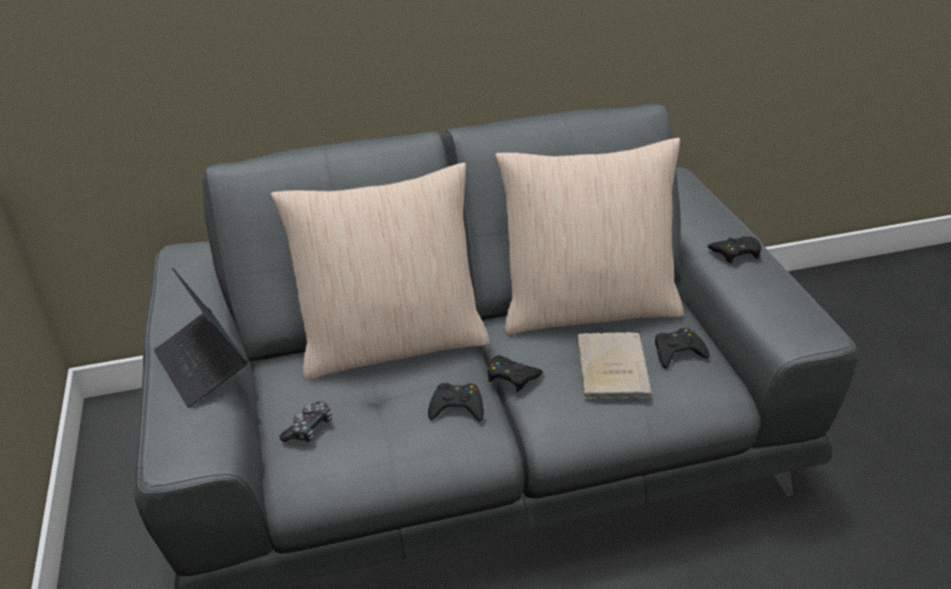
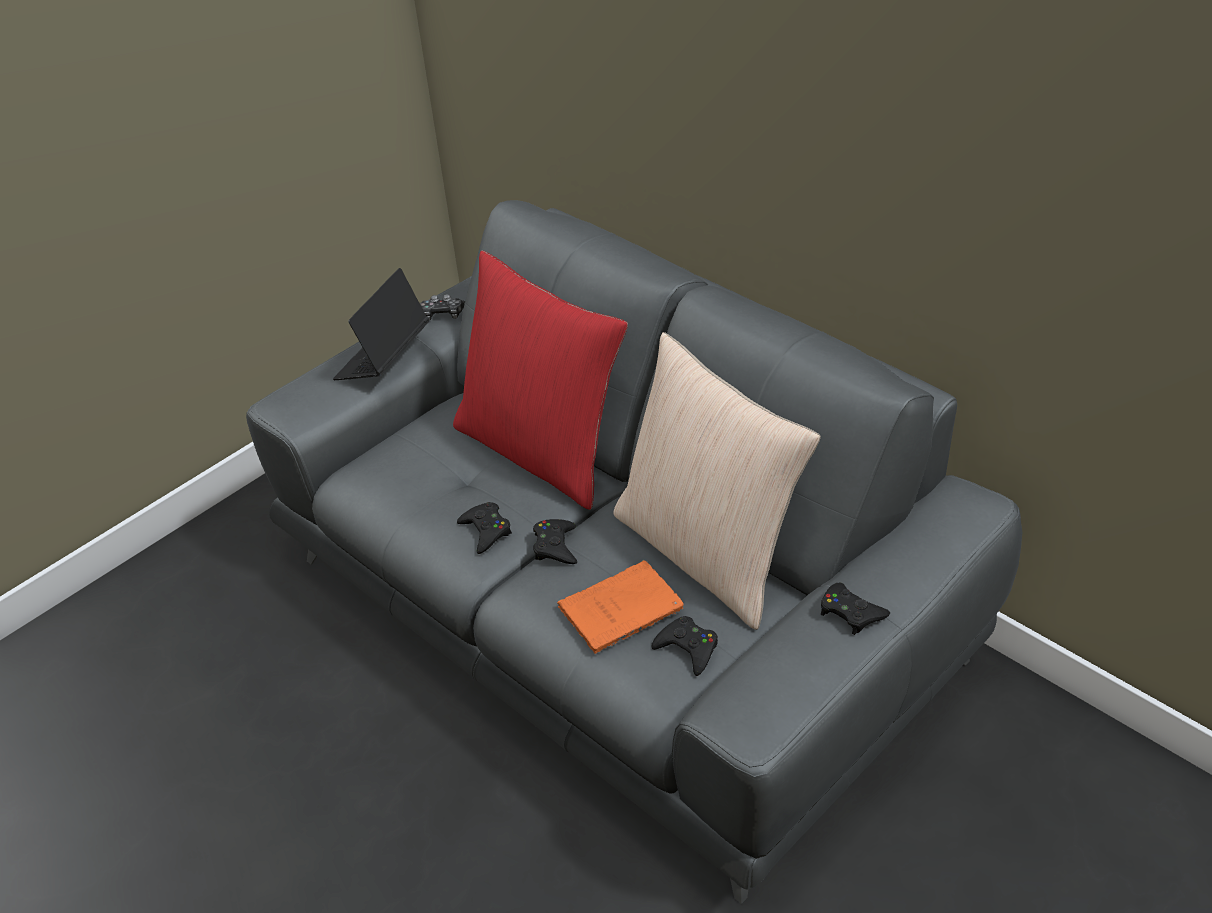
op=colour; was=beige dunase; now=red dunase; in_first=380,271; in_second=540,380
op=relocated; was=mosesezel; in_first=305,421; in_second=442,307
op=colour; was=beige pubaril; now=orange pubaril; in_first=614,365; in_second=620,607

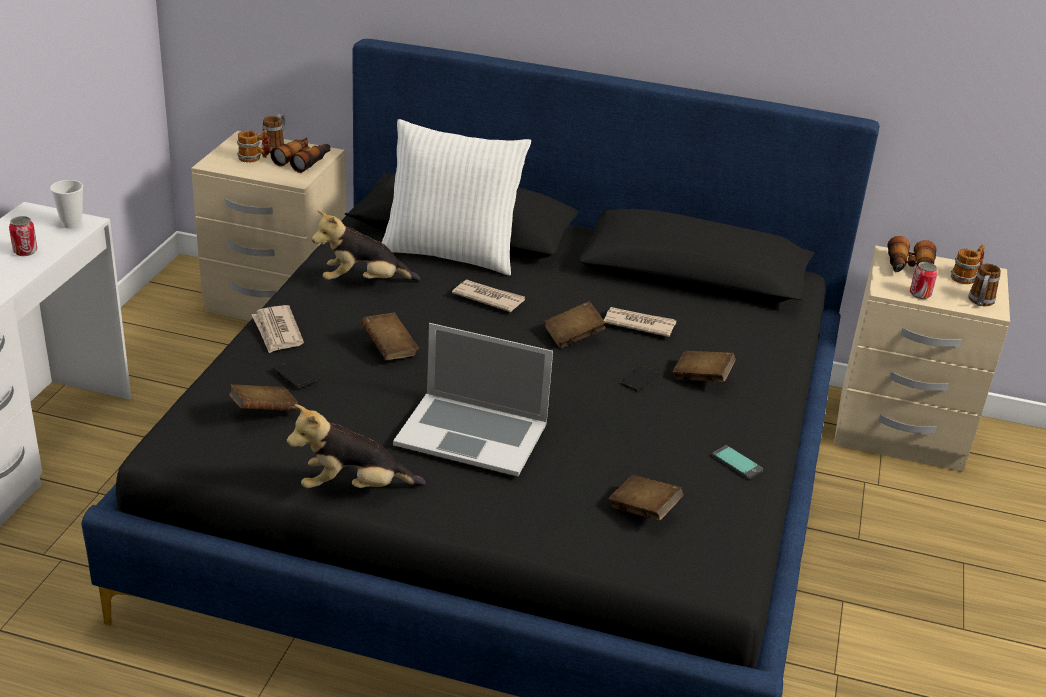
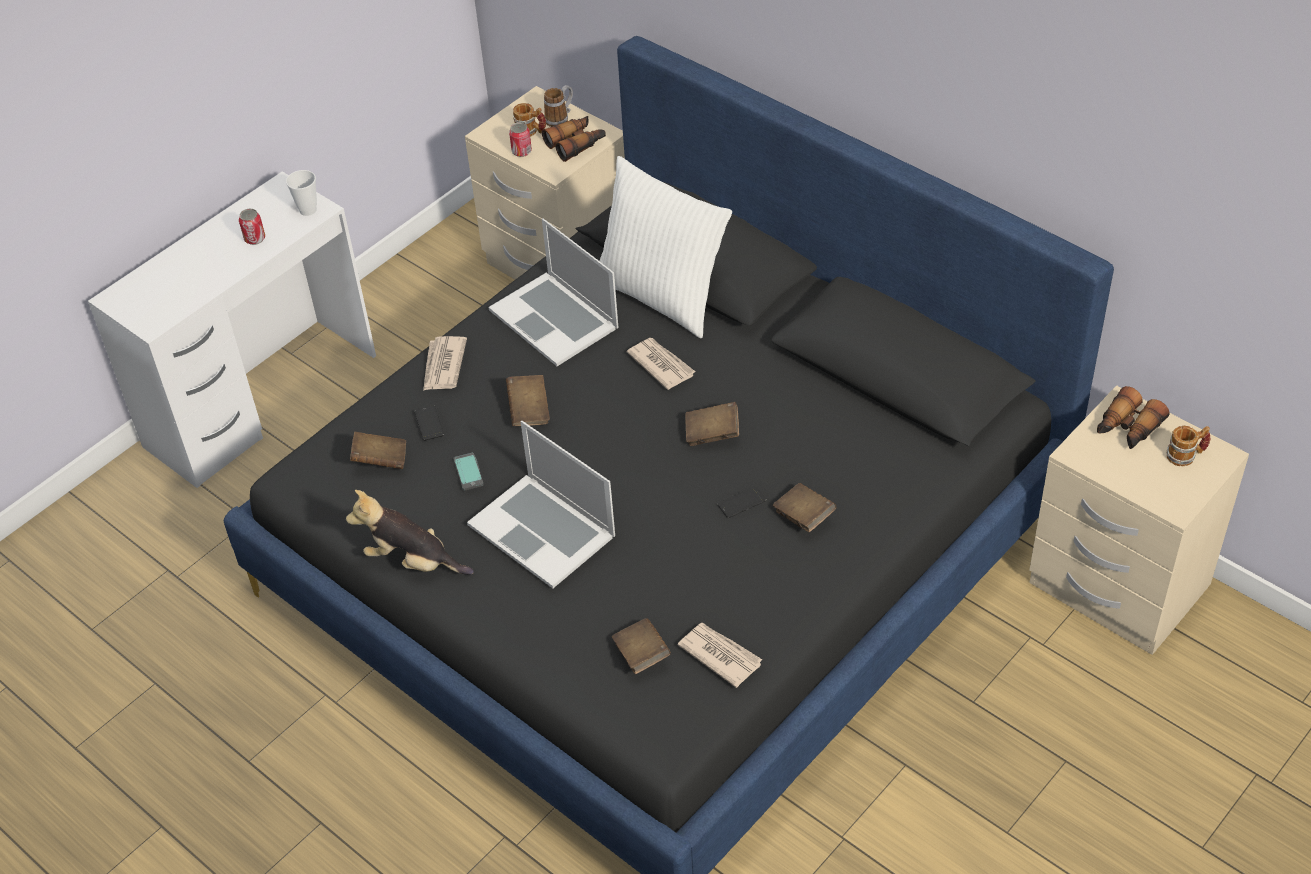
op=exchanged; was=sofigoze; now=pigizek; in_first=366,245; in_second=553,292
op=relocated; was=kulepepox; in_first=640,322; in_second=720,655
op=relocated; was=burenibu; in_first=737,462; in_second=468,472
op=relocated; was=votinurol; in_first=923,280; in_second=520,139
op=missing; was=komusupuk; in_first=984,284

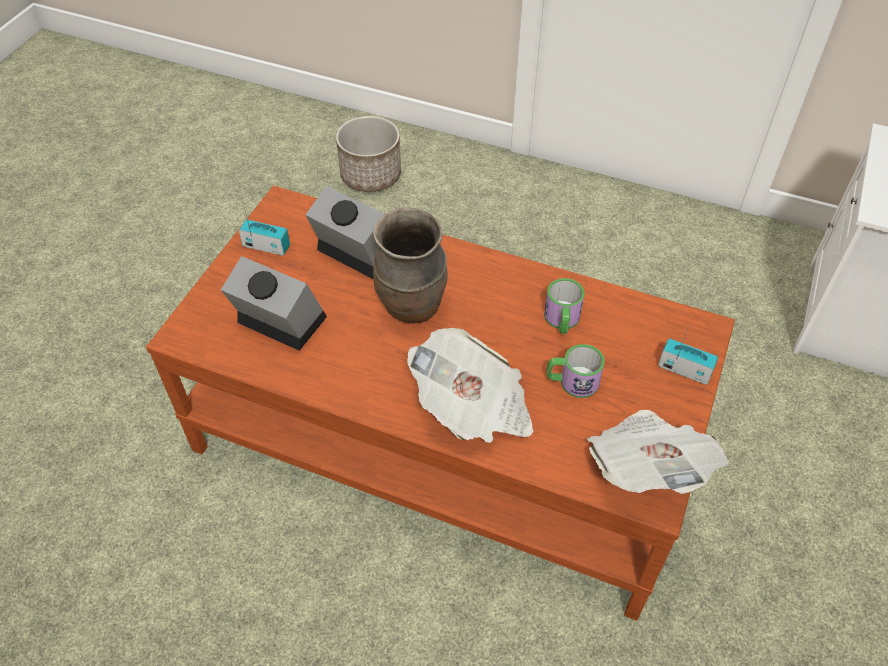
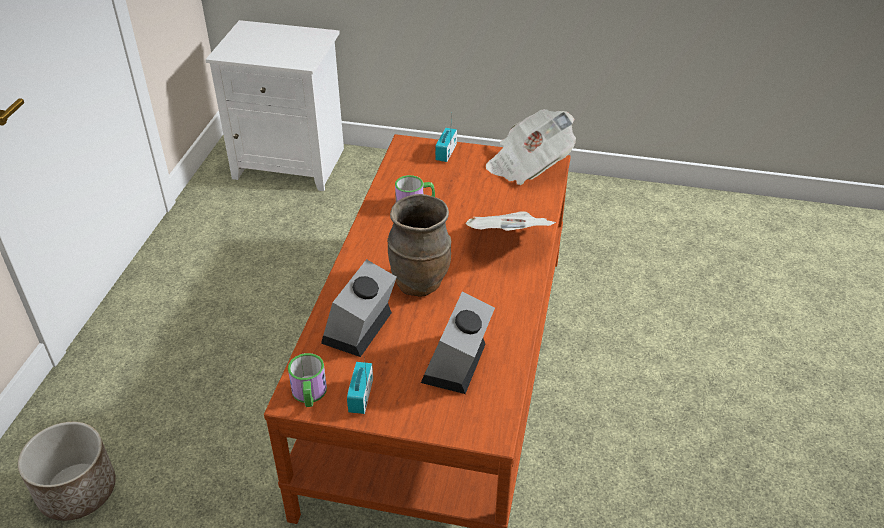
op=relocated; was=komusupuk; in_first=576,371; in_second=307,380

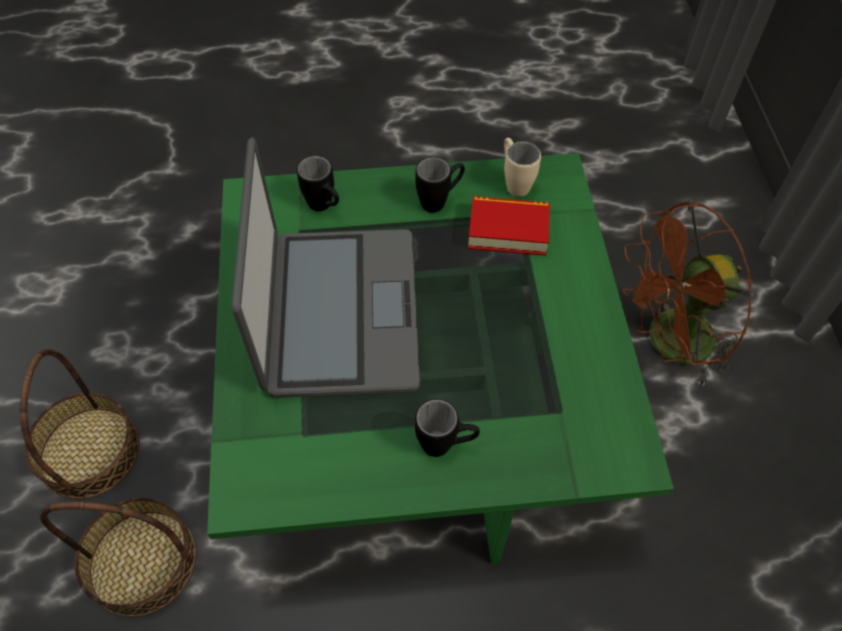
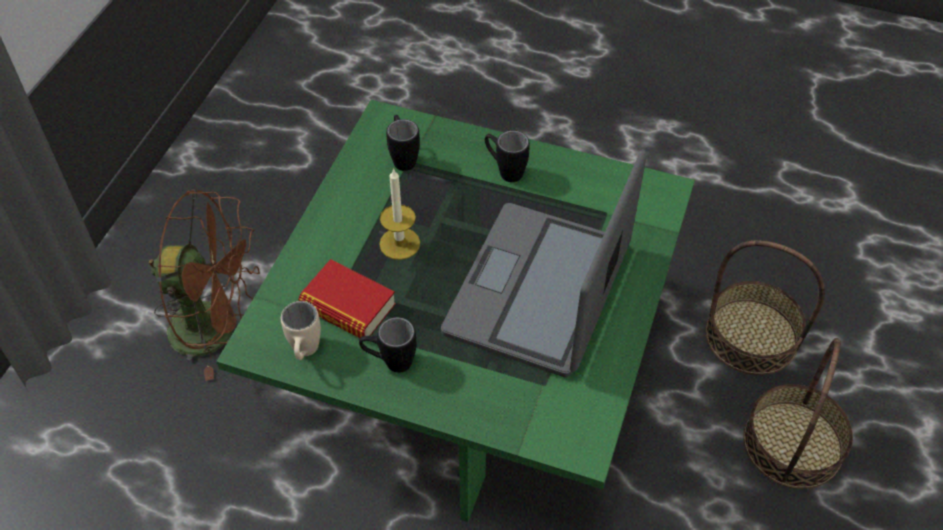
op=relocated; was=black komusupuk; in_first=318,183; in_second=403,143
op=appeared; now=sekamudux; in_second=399,214

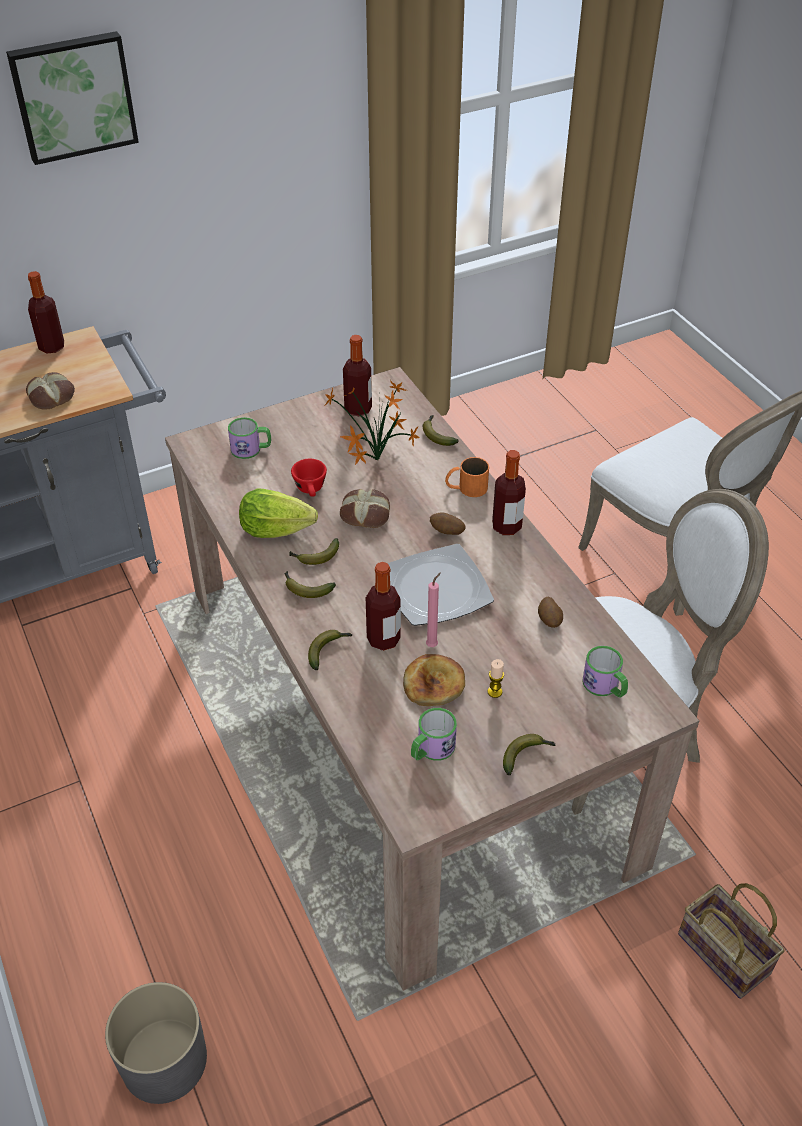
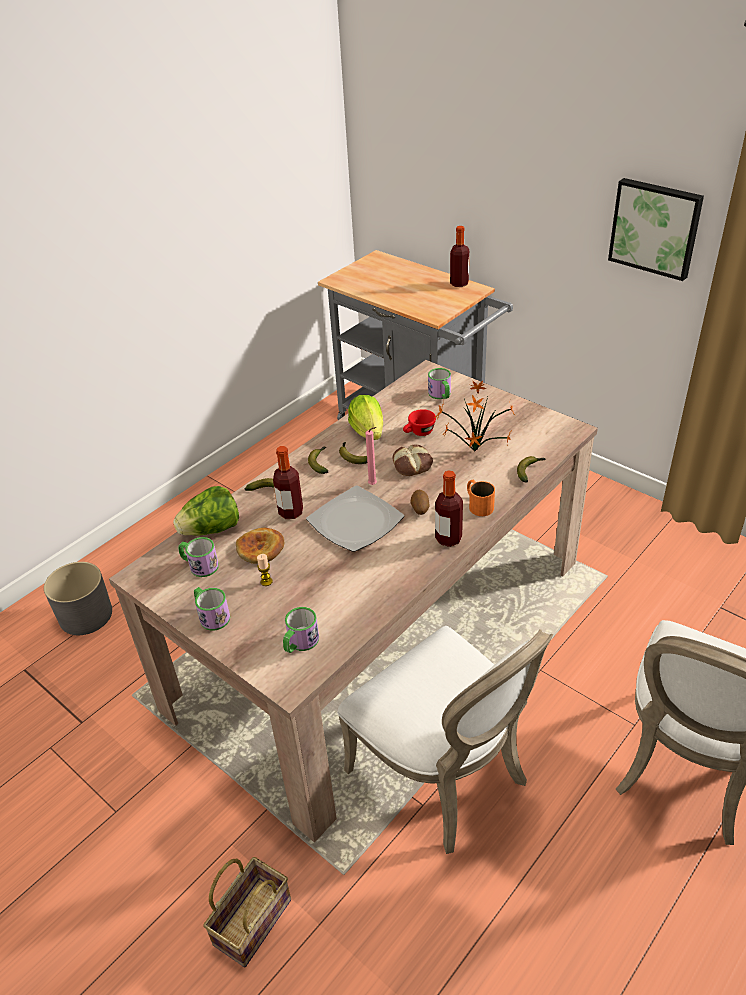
op=relocated; was=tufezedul; in_first=72,98; in_second=656,229
op=missing; was=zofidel; in_first=50,390
op=missing; was=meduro; in_first=357,375
op=relocated; was=pink sekamudux; in_first=433,609; in_second=371,456
op=exchanged; was=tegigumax; now=komusupuk; in_first=529,754; in_second=212,609
op=missing; was=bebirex; in_first=550,612
op=appeared; now=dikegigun; in_second=206,511

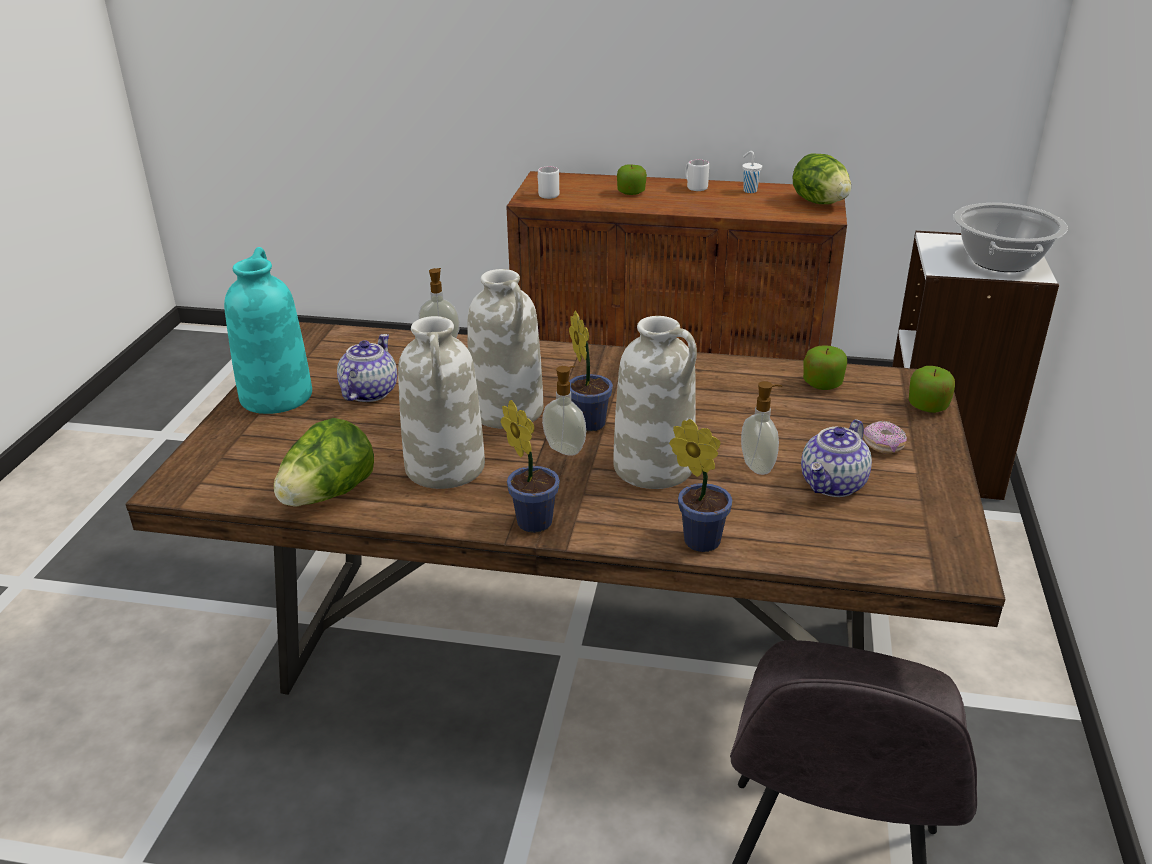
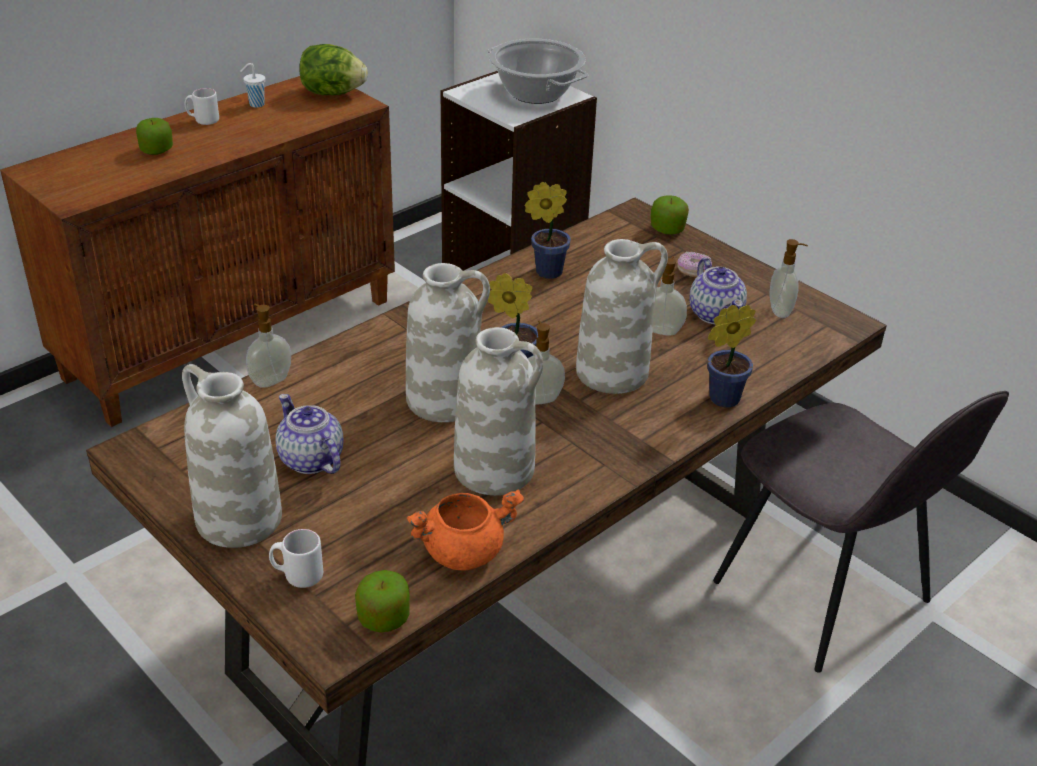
op=colour; was=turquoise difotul; now=white difotul; in_first=268,330; in_second=232,456
op=exchanged; was=dikegigun; now=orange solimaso; in_first=324,462; in_second=465,530
op=relocated; was=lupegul; in_first=530,466; in_second=548,230
op=relocated; was=white komusupuk; in_first=548,182; in_second=296,558
op=relocated; was=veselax; in_first=825,367; in_second=382,601
op=appeared; now=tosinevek; in_second=789,278

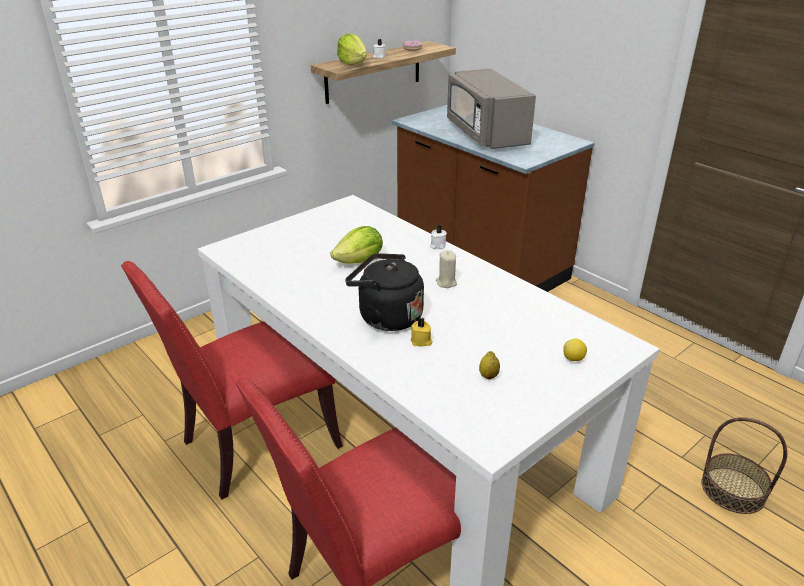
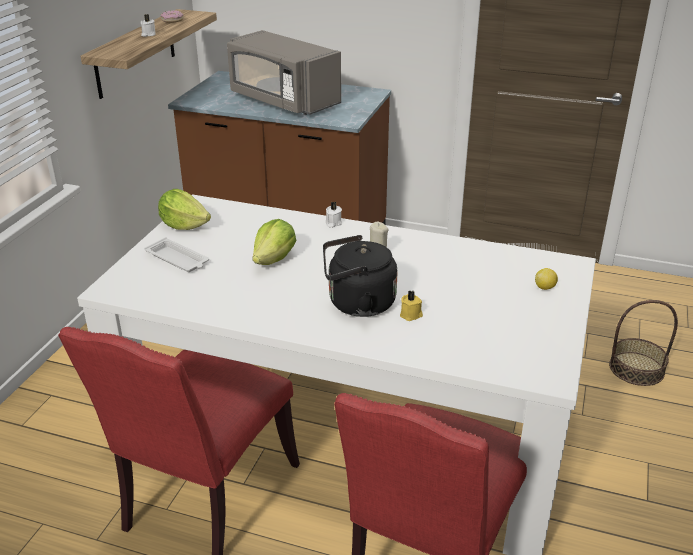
op=relocated; was=dikegigun; in_first=352,49; in_second=184,209
op=missing; was=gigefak; in_first=489,365
op=appeared; now=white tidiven; in_second=176,254

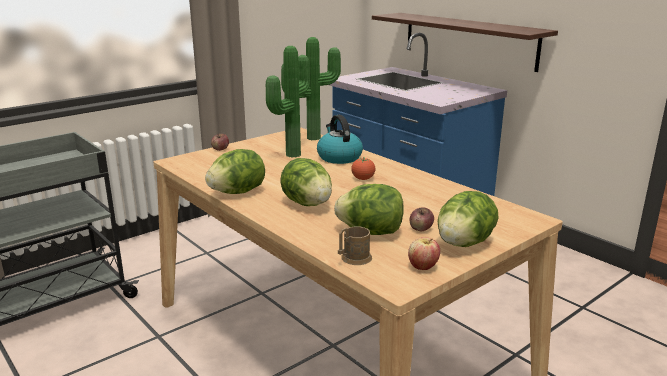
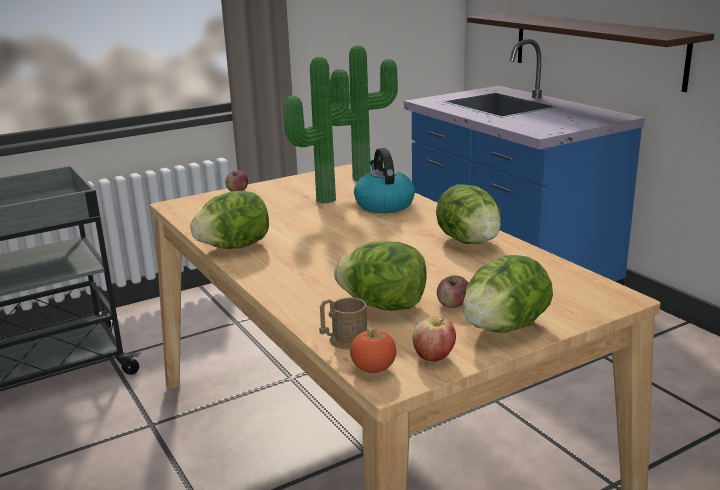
op=relocated; was=dikegigun; in_first=306,182; in_second=468,214
op=relocated; was=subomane; in_first=363,168; in_second=373,350

